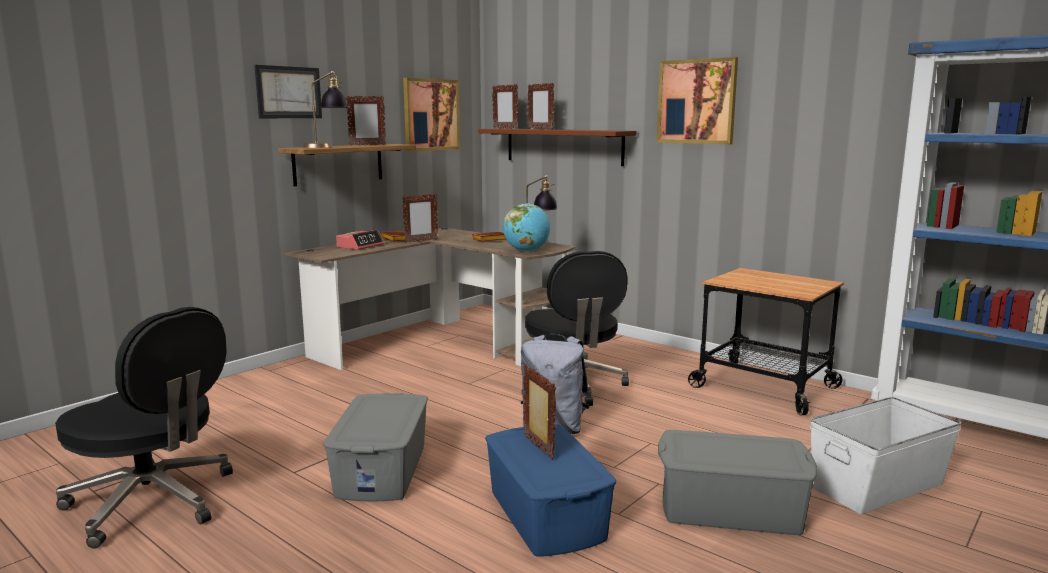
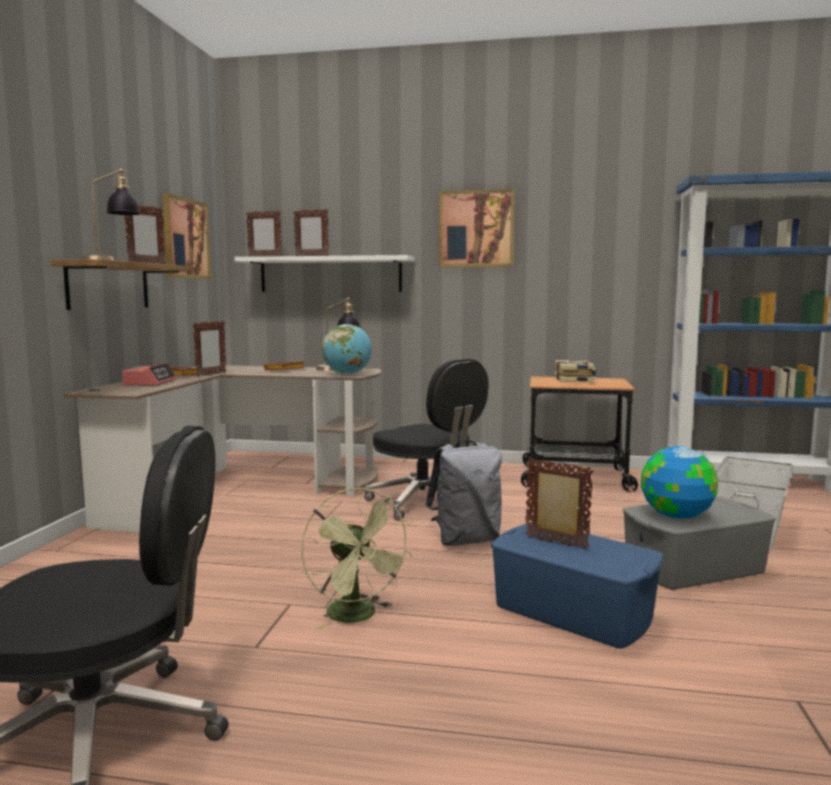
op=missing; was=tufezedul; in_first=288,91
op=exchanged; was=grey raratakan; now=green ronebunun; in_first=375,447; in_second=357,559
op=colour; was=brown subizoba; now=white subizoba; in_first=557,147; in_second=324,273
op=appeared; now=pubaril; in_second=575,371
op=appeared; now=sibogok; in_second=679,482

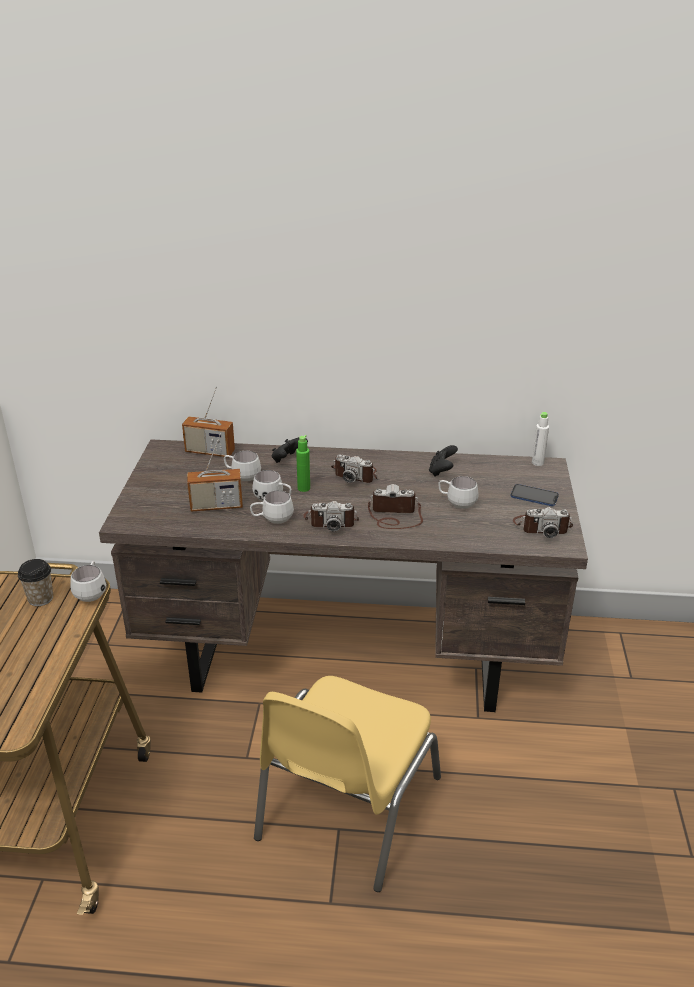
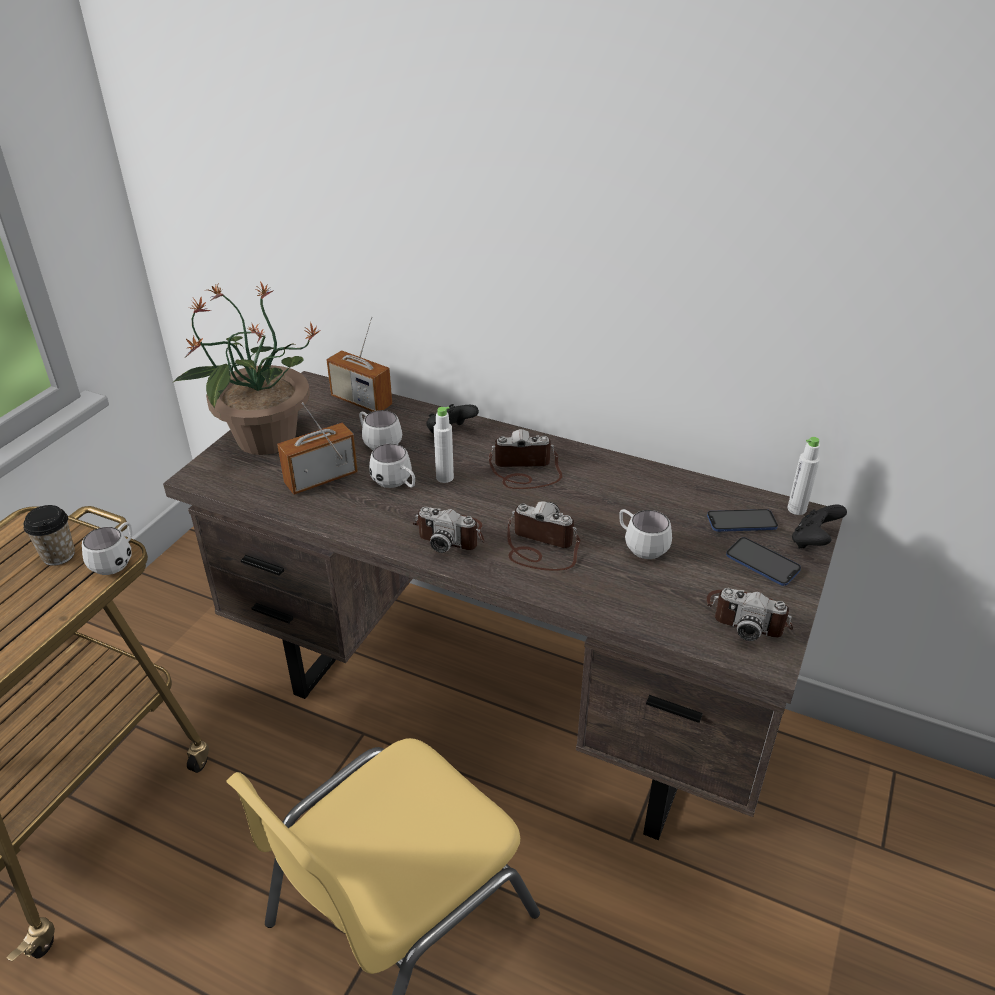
op=spun; was=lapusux; in_first=215,473; in_second=317,448; clockwise=135
op=missing; was=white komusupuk; in_first=272,507
op=colour; was=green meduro; now=white meduro; in_first=303,463; in_second=444,444
op=spun; was=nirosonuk; in_first=354,468; in_second=526,459; clockwise=135
op=relocated; was=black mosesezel; in_first=443,461; in_second=819,526
op=appeared; now=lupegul; in_second=246,368
op=appeared; now=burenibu; in_second=742,520

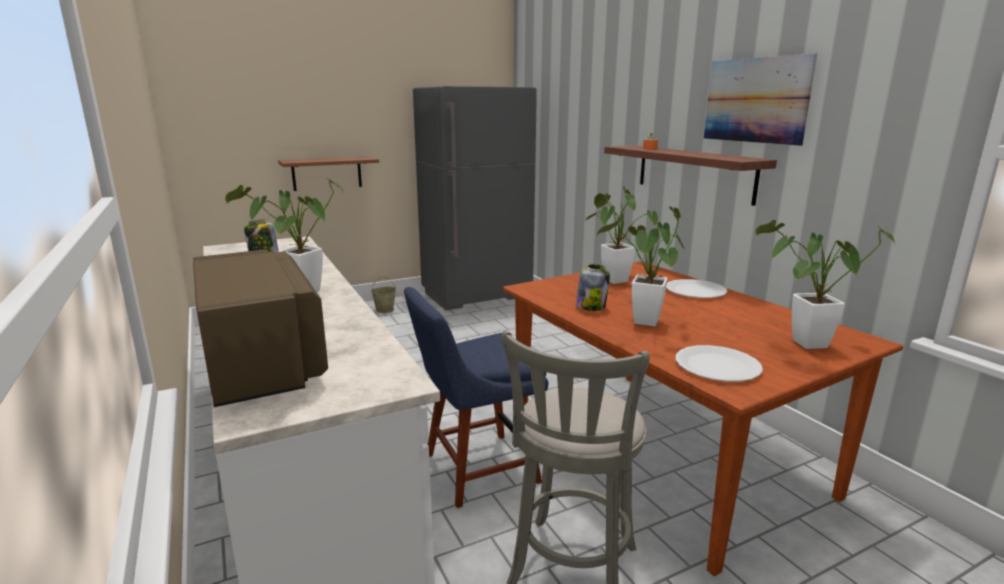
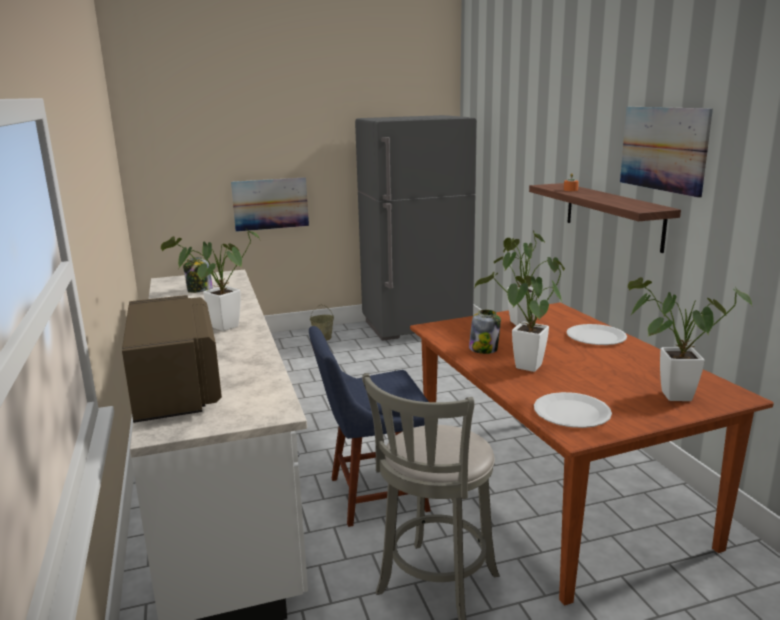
op=exchanged; was=brown subizoba; now=tufezedul; in_first=328,174; in_second=270,204

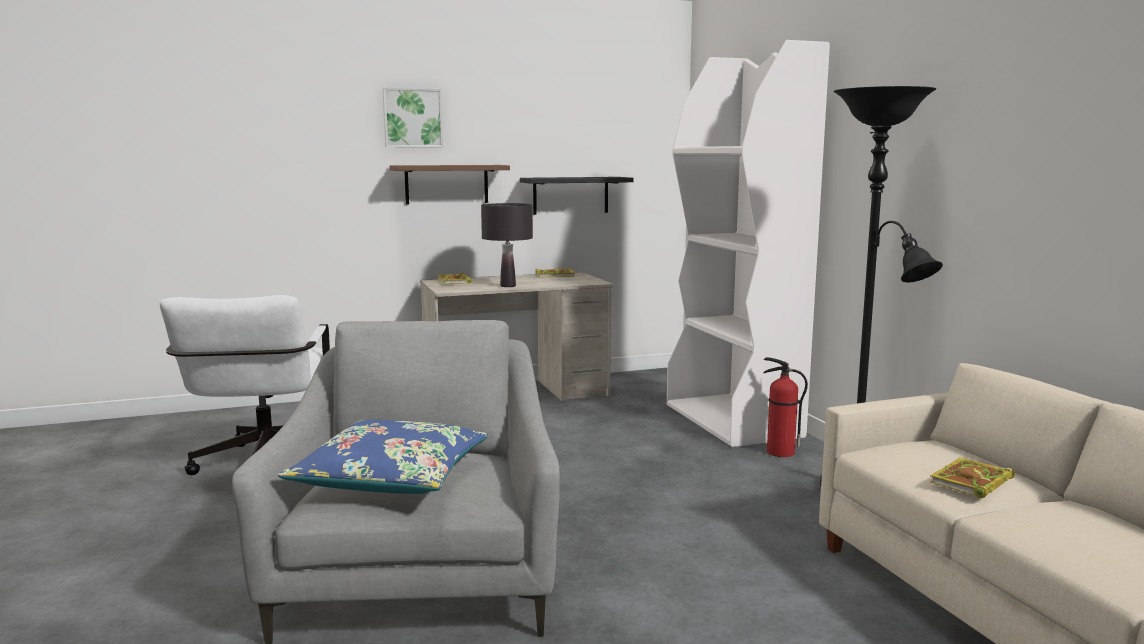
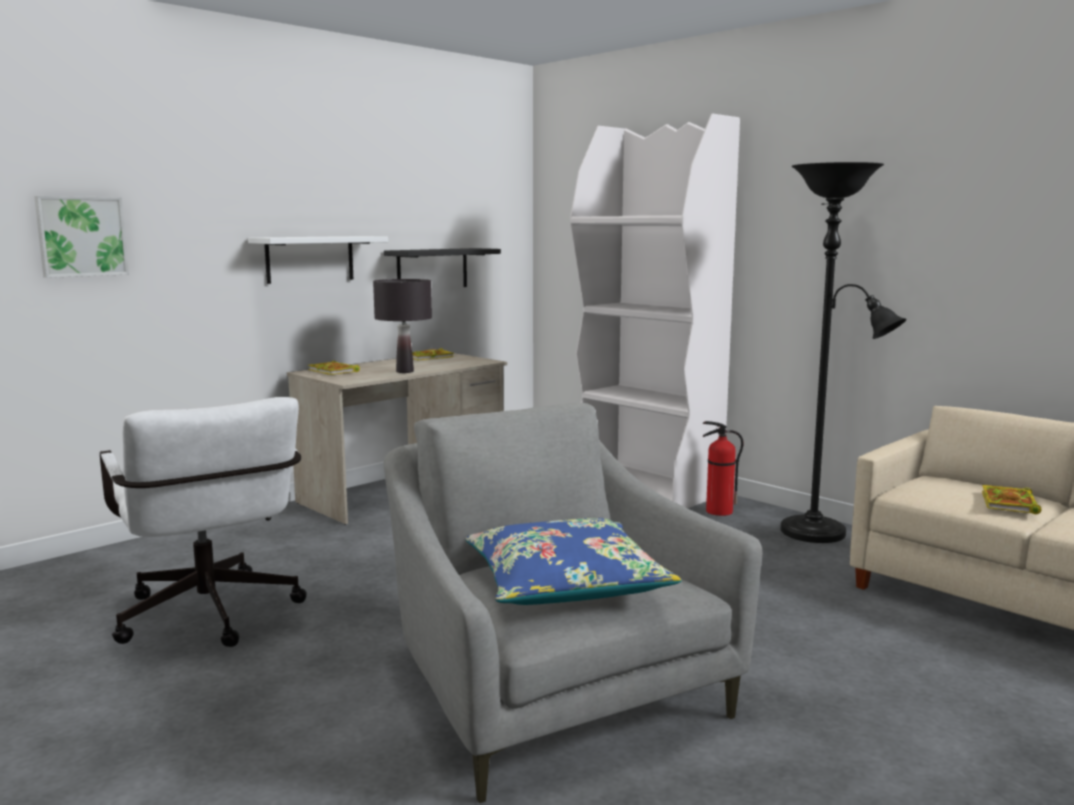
op=relocated; was=tufezedul; in_first=413,117; in_second=81,237
op=colour; was=brown subizoba; now=white subizoba; in_first=450,184; in_second=318,260

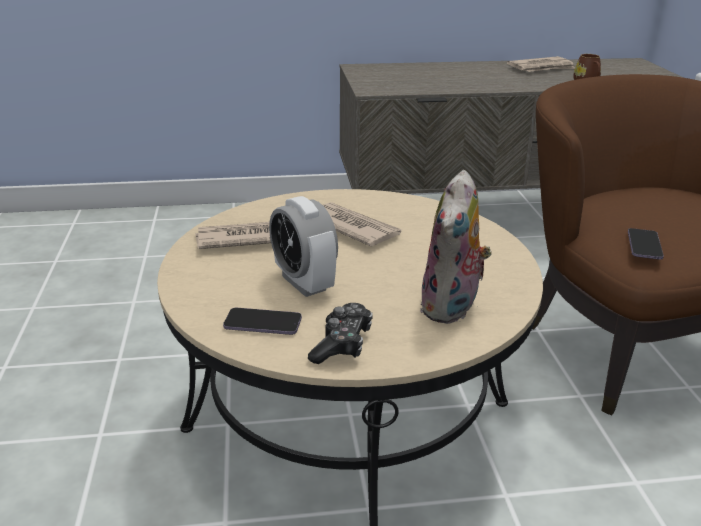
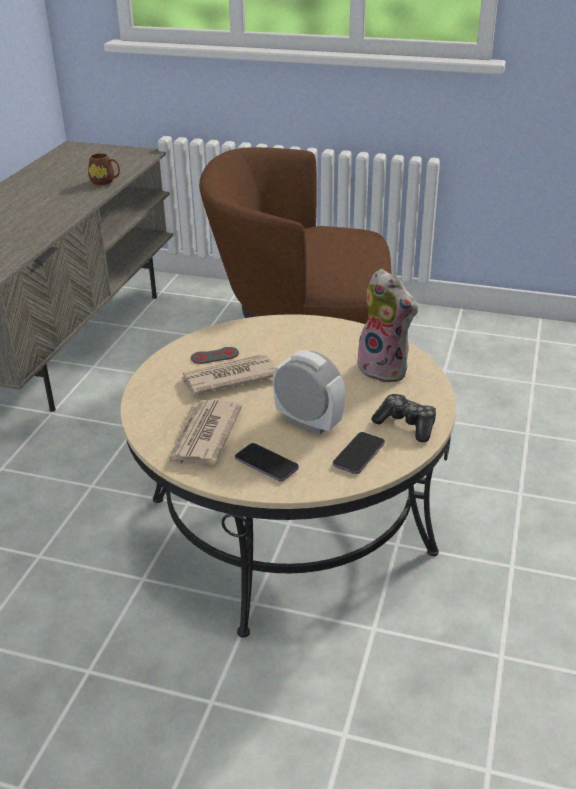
op=spun; was=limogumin; in_first=303,246; in_second=309,392; clockwise=-135
op=missing; was=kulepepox; in_first=541,64
op=relocated; was=burenibu; in_first=646,244; in_second=267,462
op=appeared; now=grey mosesezel; in_second=215,355

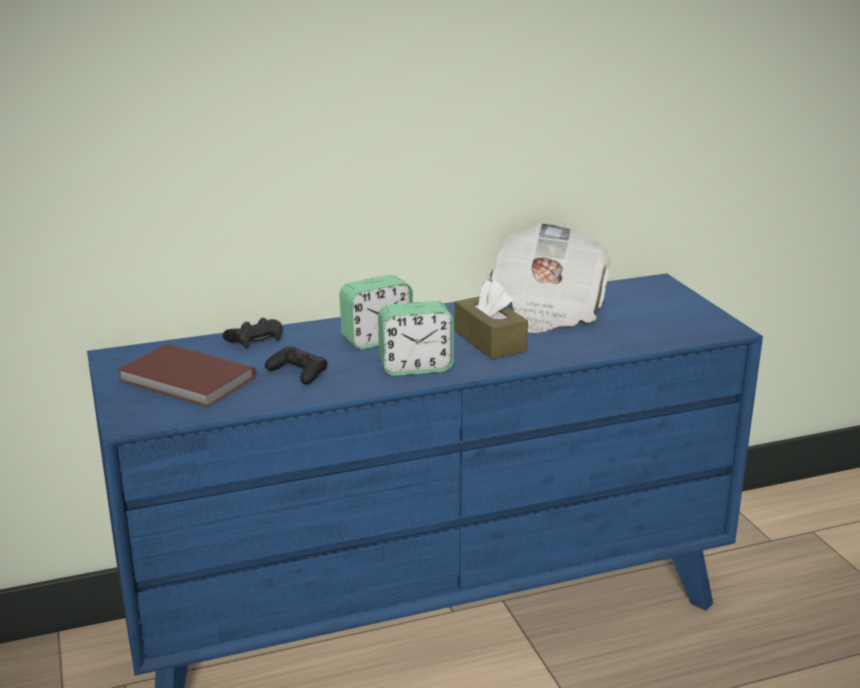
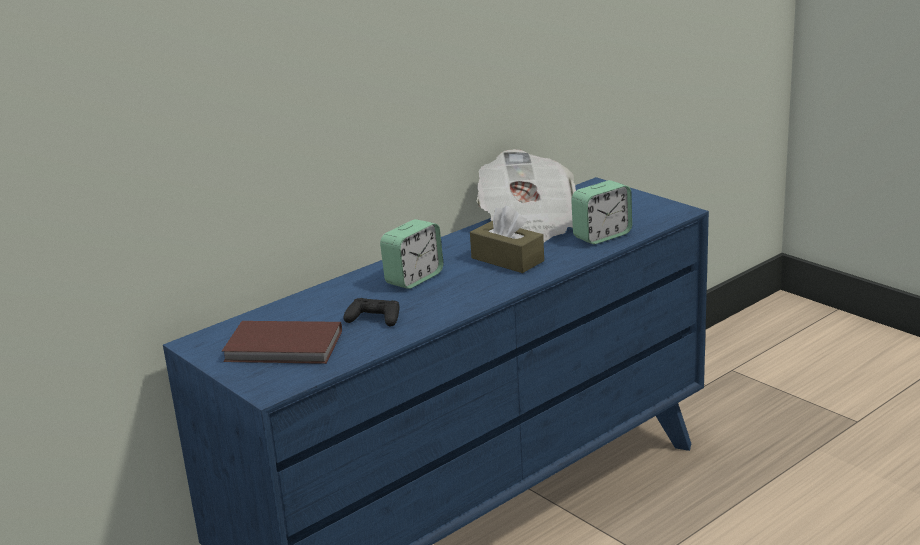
op=missing; was=black mosesezel; in_first=252,333
op=relocated; was=limogumin; in_first=416,338; in_second=601,212

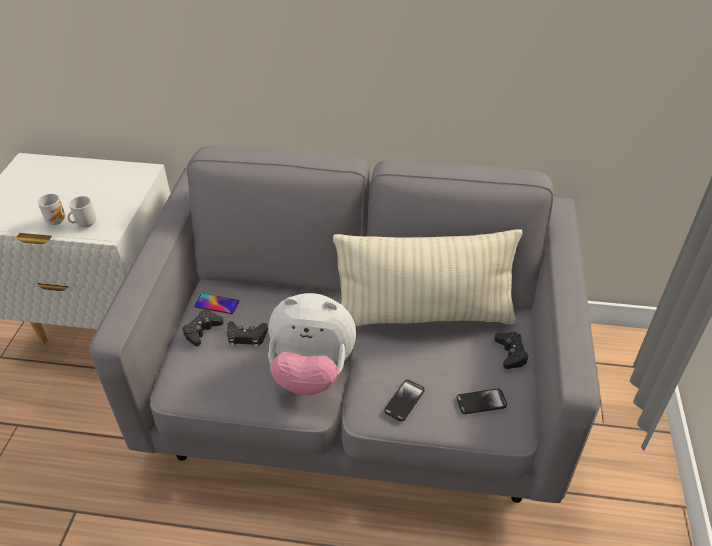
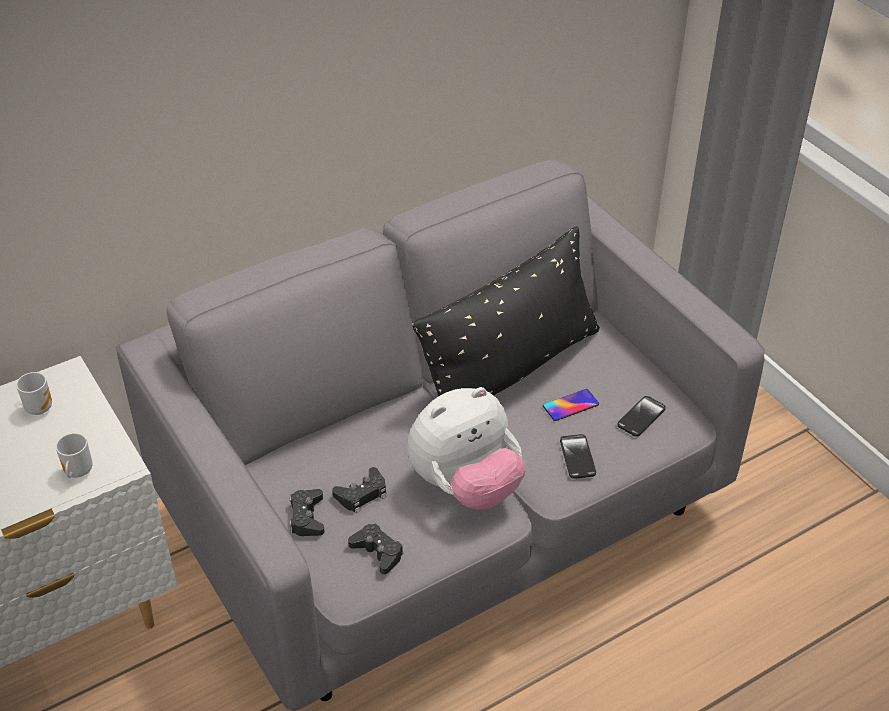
op=relocated; was=komusupuk; in_first=51,209; in_second=34,393
op=relocated; was=burenibu; in_first=216,303; in_second=571,405
op=colour; was=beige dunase; now=black dunase; in_first=428,277; in_second=506,311
op=relocated; was=black mosesezel; in_first=511,350; in_second=375,548

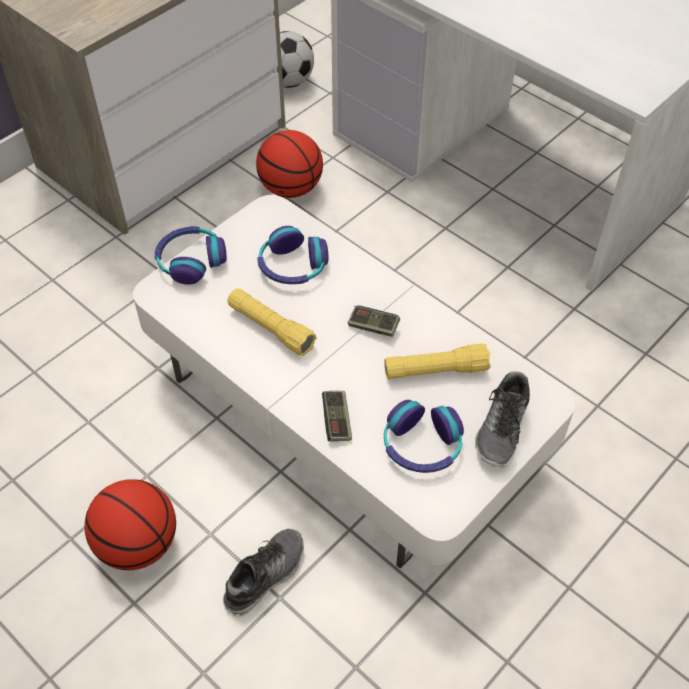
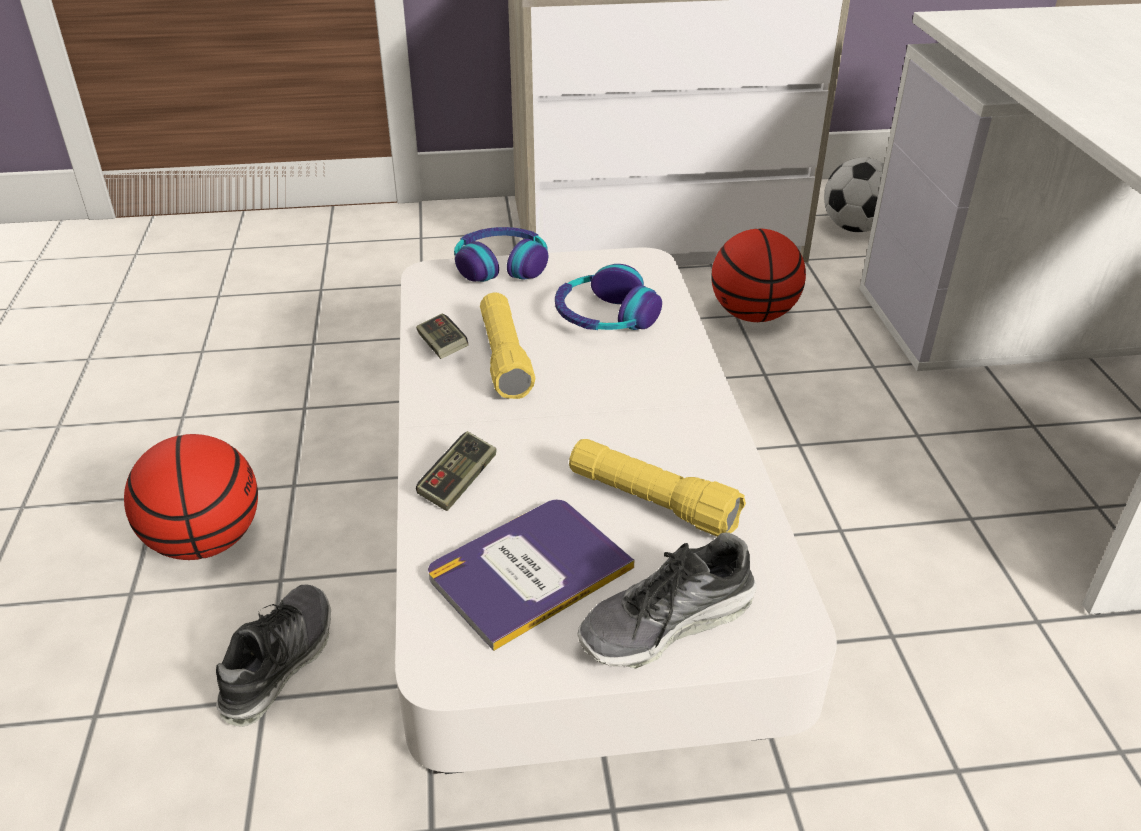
op=spun; was=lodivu; in_first=263,573; in_second=273,656; clockwise=-60
op=relocated; was=mosesezel; in_first=374,321; in_second=442,336
op=exchanged; was=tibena; now=pubaril; in_first=424,436; in_second=531,575

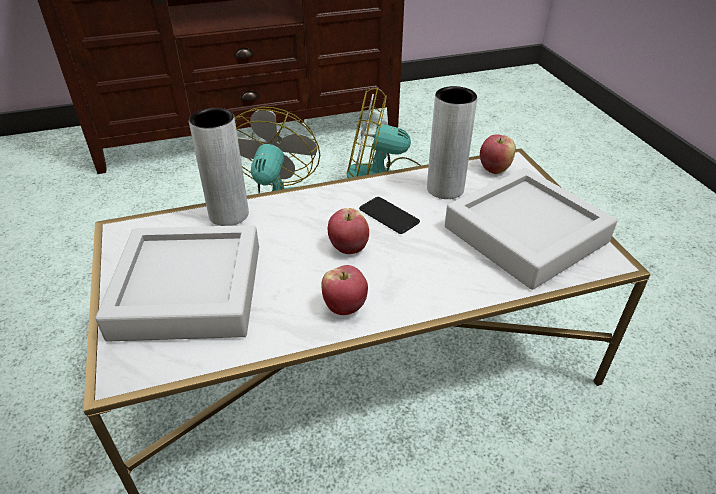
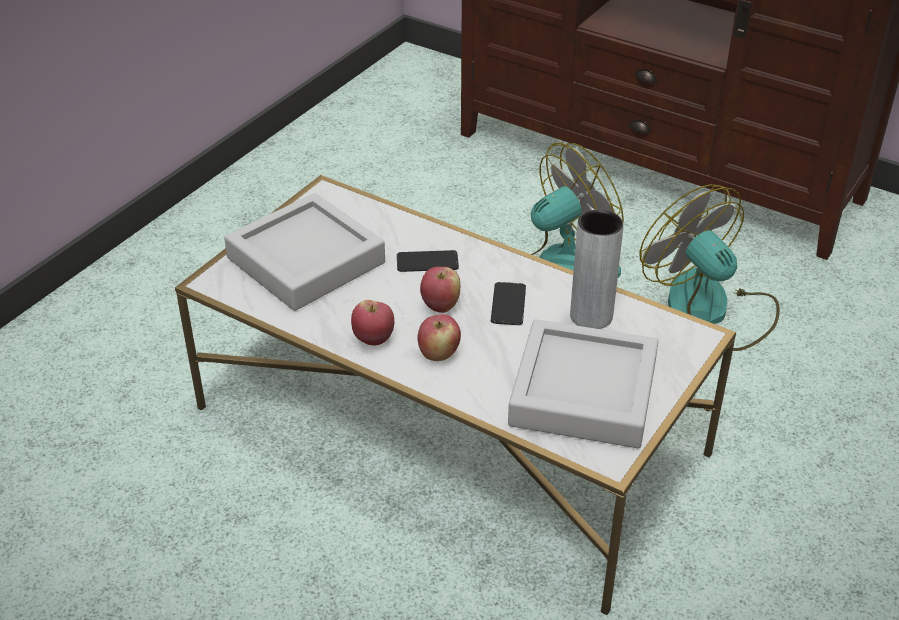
op=missing; was=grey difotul; in_first=219,167
op=relocated; was=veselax; in_first=498,154; in_second=439,338
op=appeared; now=burenibu; in_second=428,261

